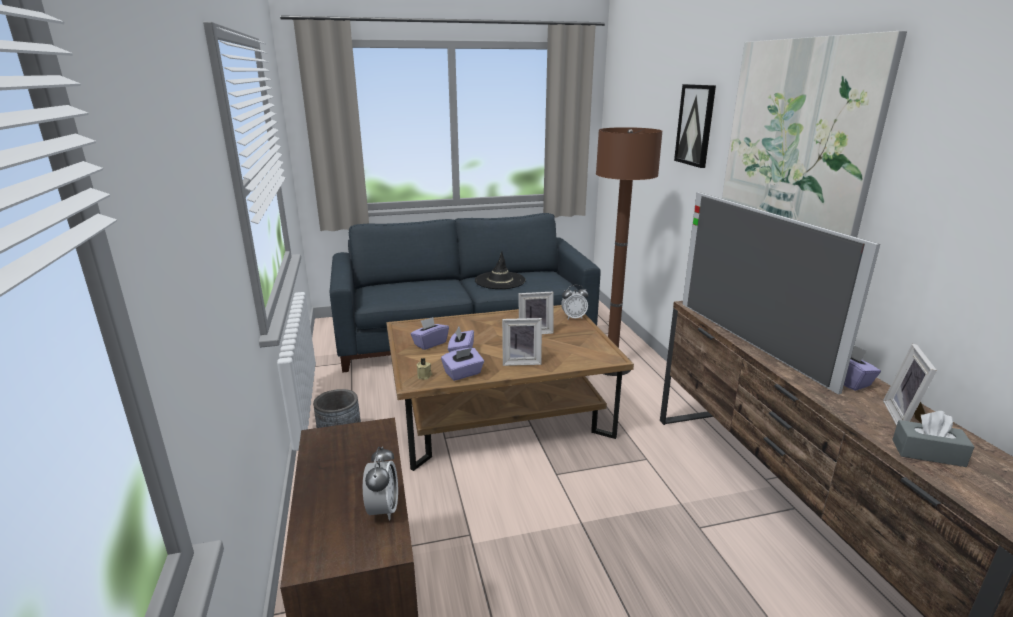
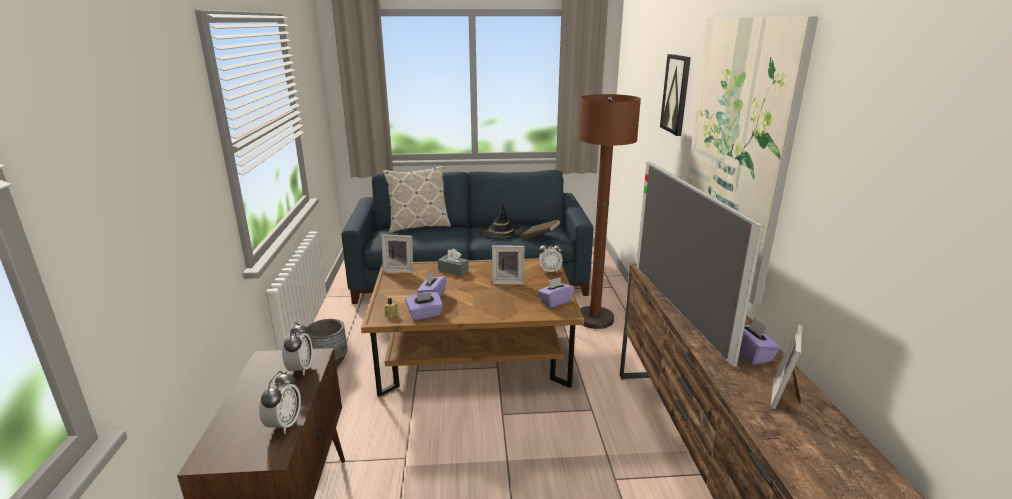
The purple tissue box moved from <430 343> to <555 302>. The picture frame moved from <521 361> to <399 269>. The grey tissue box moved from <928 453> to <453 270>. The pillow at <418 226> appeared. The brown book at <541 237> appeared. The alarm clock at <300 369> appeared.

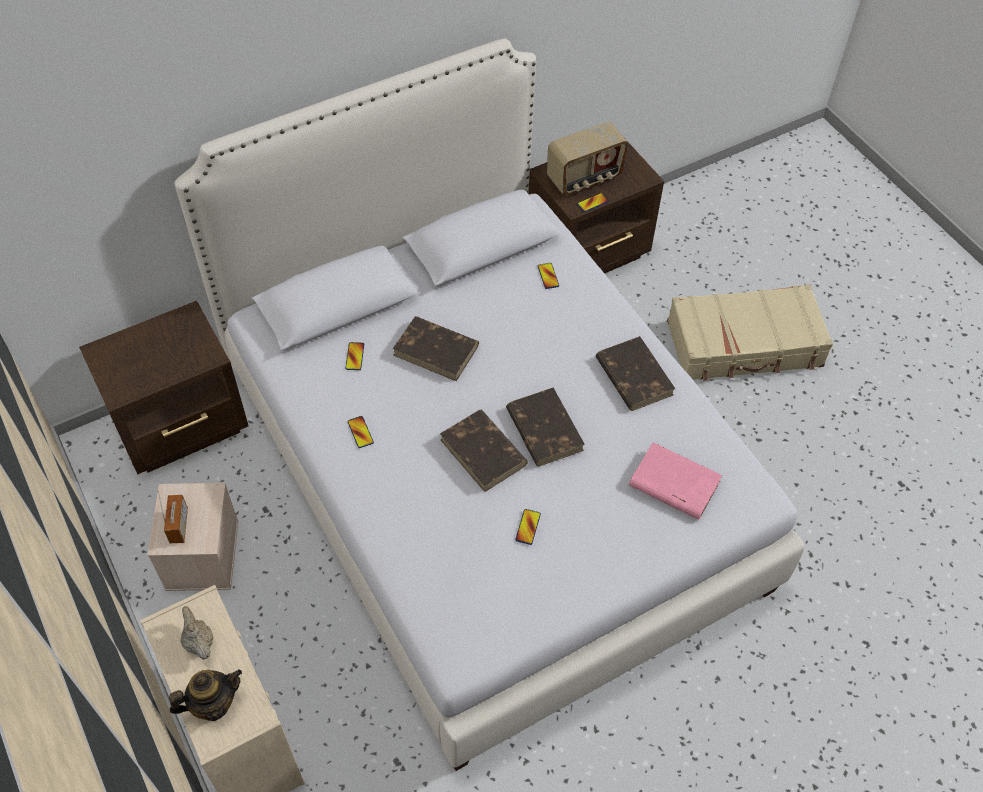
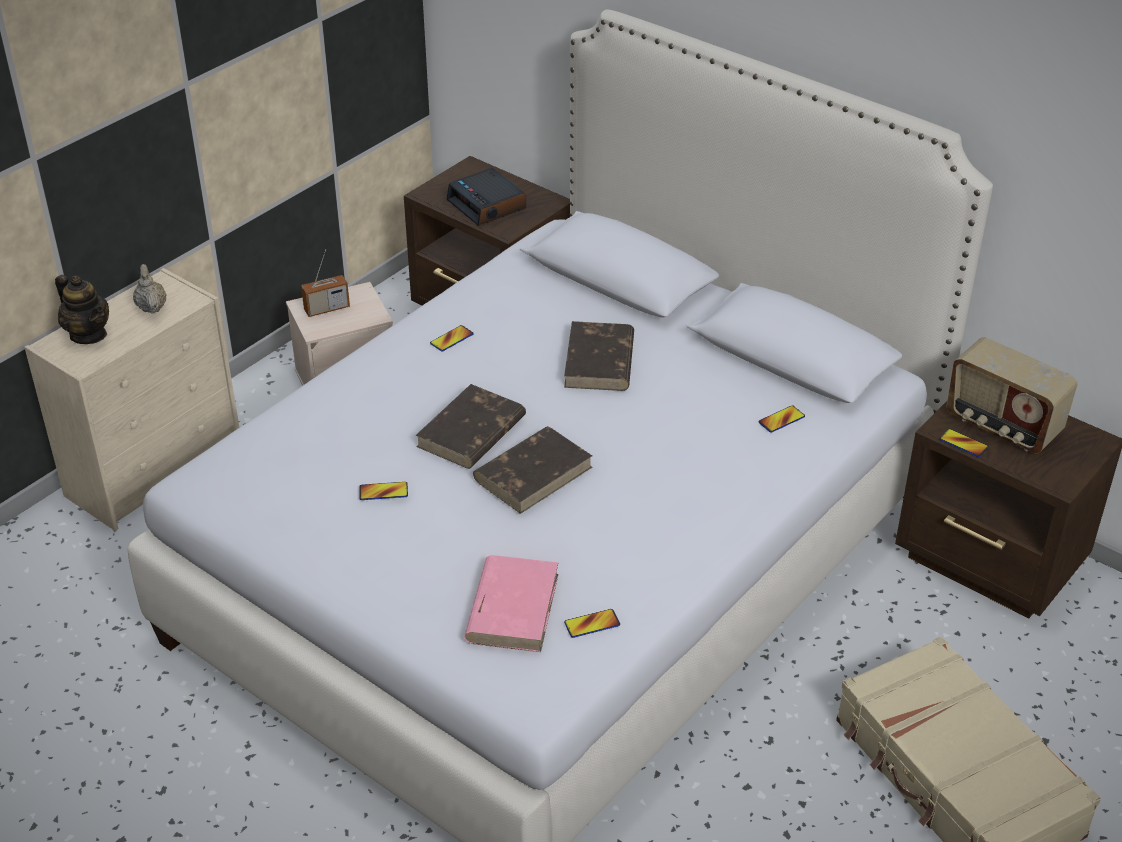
The brown book at <633 376> disappeared. The phone moved from <355 356> to <592 624>. The beige teapot at <198 642> turned 60 degrees counterclockwise. The alarm clock at <487 205> appeared.

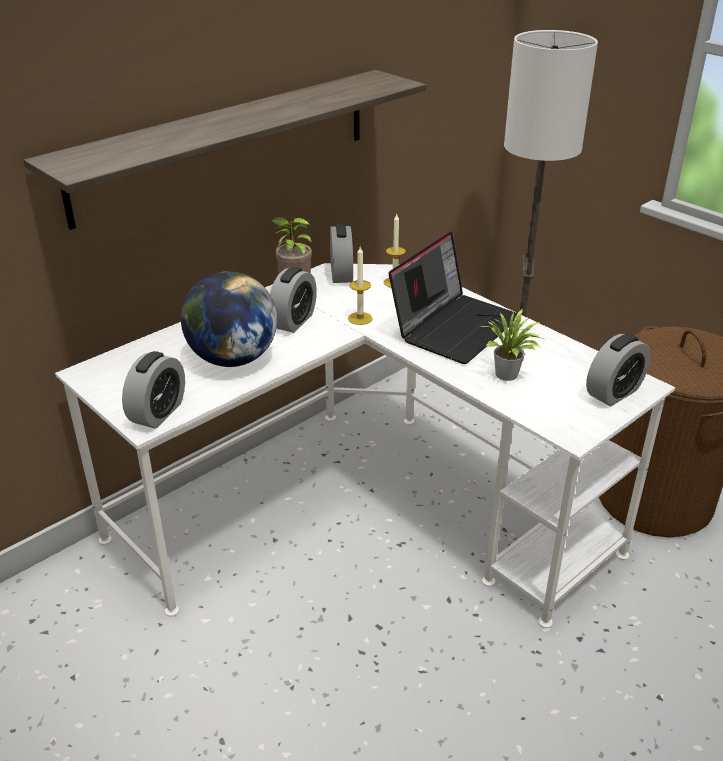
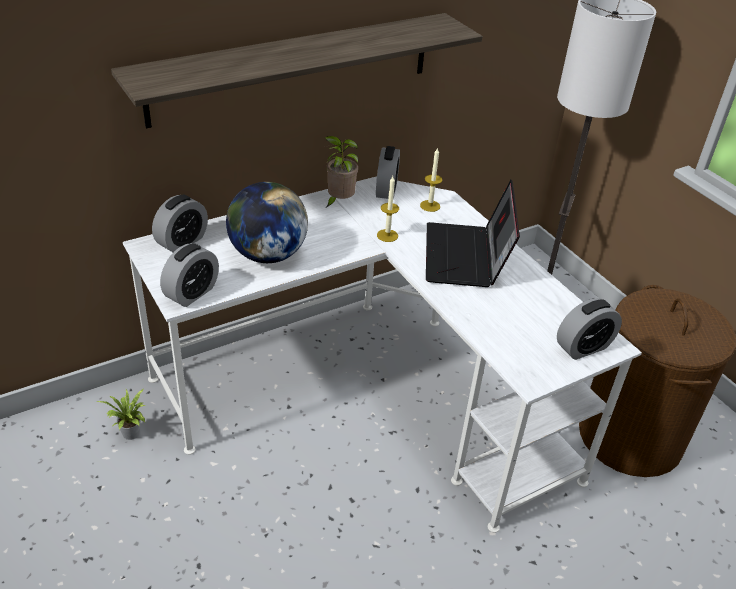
The laptop at <454 326> turned 135 degrees clockwise. The alarm clock moved from <293 321> to <182 242>. The potted plant moved from <508 376> to <131 435>.

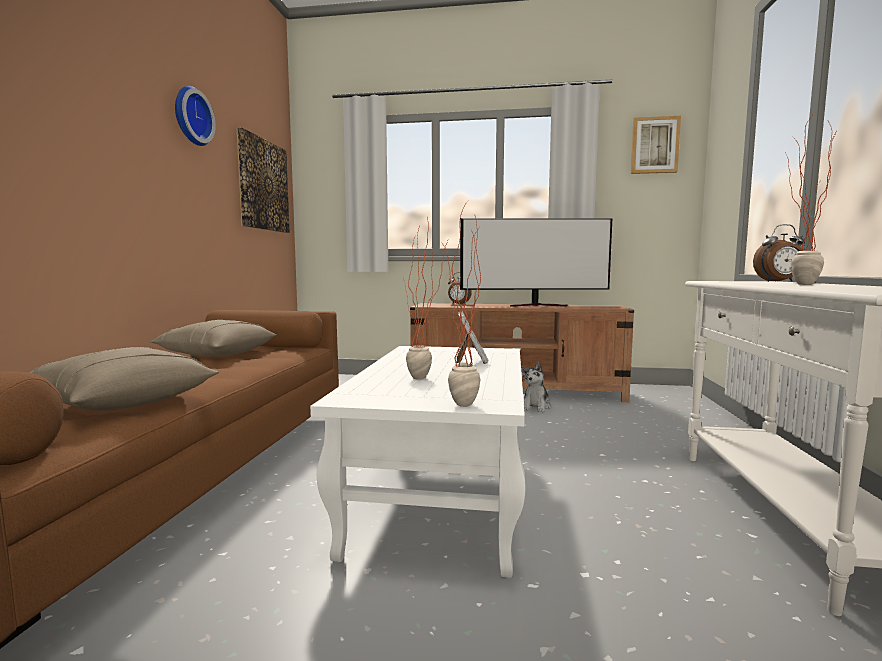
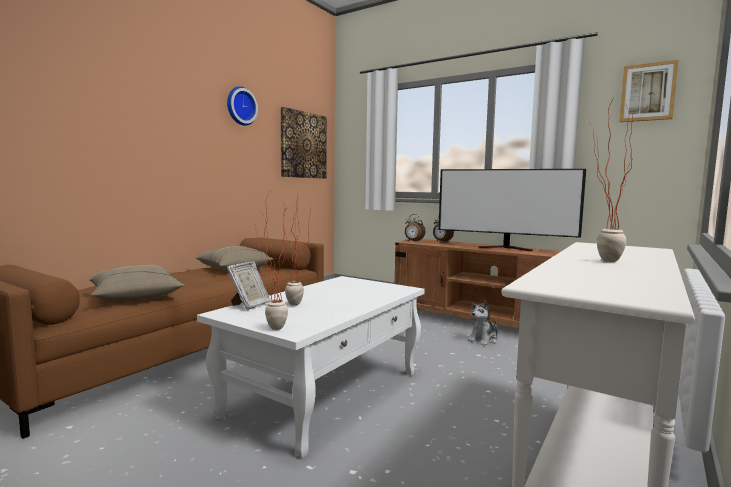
The alarm clock moved from <779 281> to <413 241>. The picture frame moved from <472 361> to <249 305>.

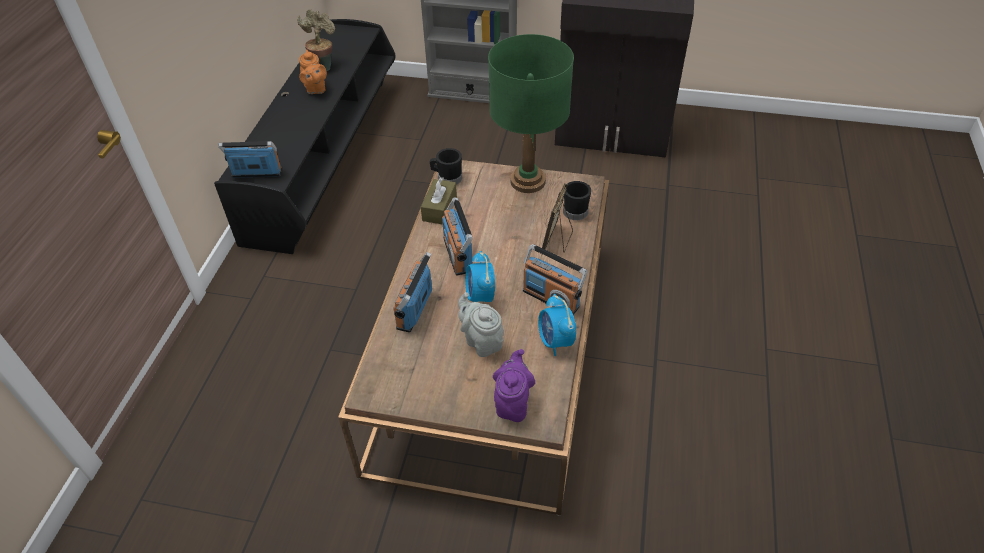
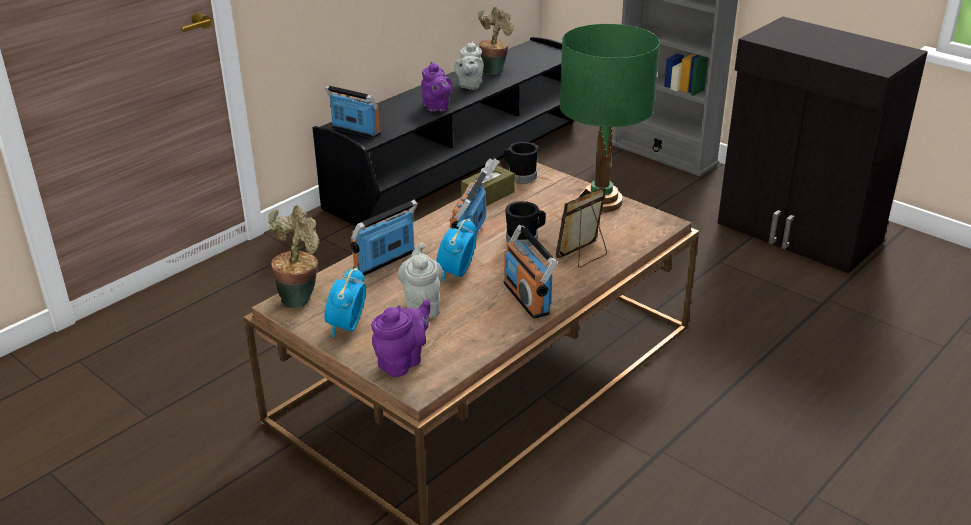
The orange teapot at <315 89> became the grey teapot at <470 85>. The black mug moved from <577 210> to <525 239>. The alarm clock moved from <555 341> to <347 327>. The purple teapot at <436 108> appeared. The potted plant at <300 298> appeared.

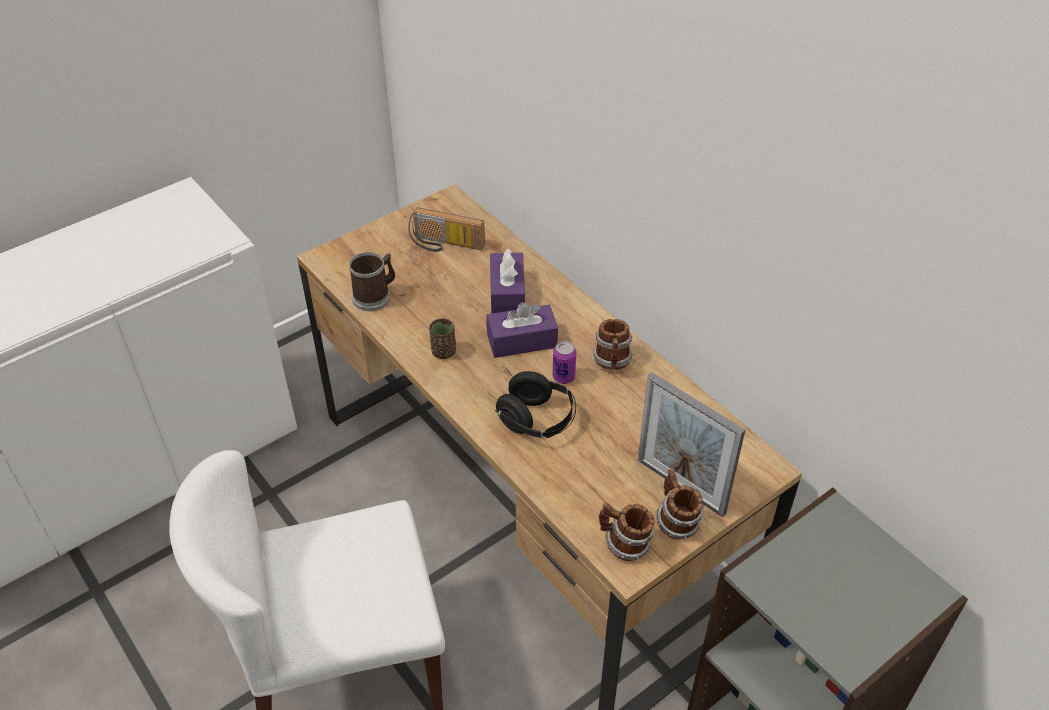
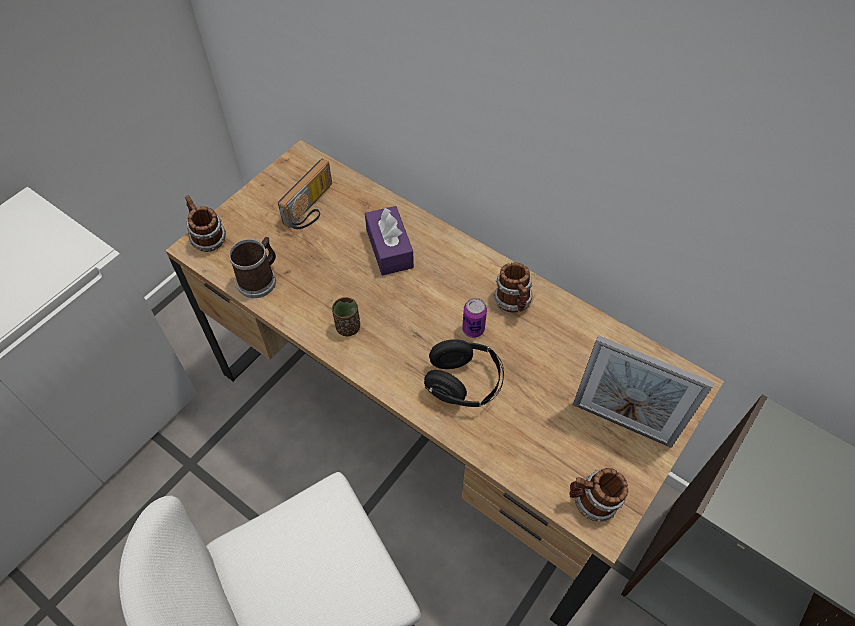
The radio at <445 245> turned 60 degrees counterclockwise. The purple tissue box at <522 341> disappeared. The mug moved from <675 522> to <207 239>.

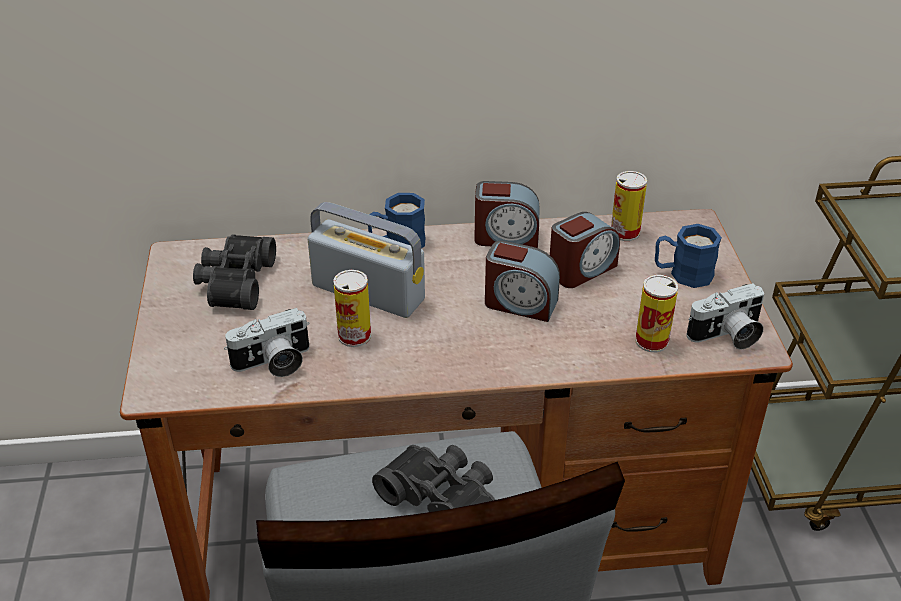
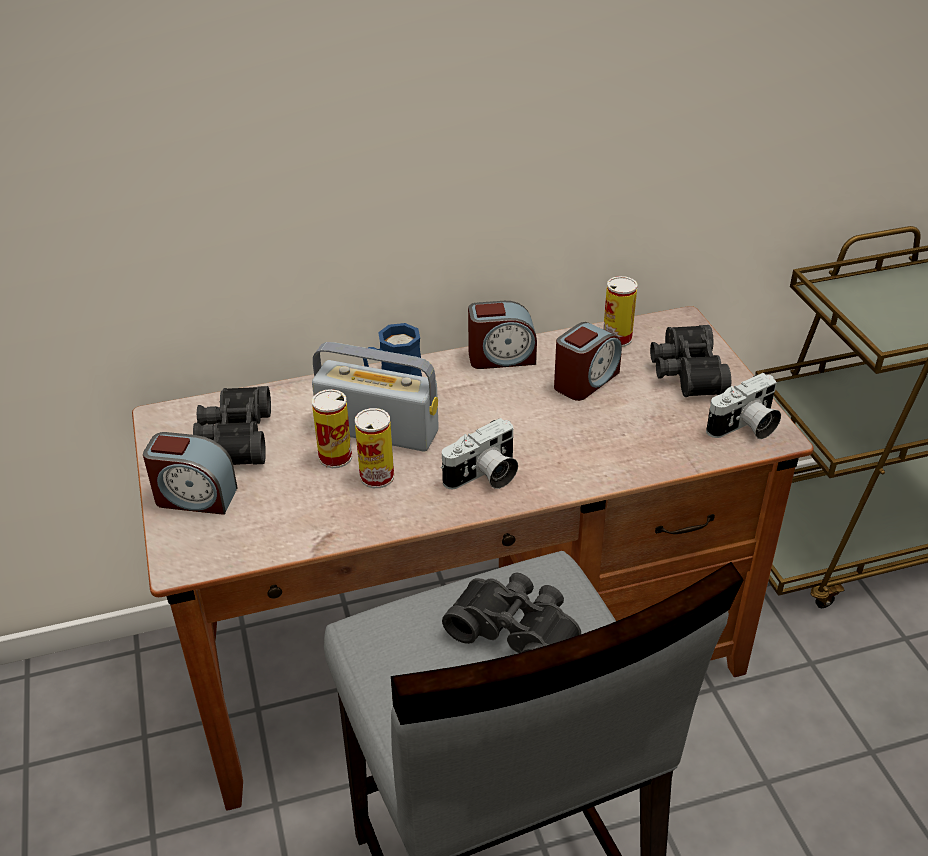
The blue mug at <682 274> was replaced by the black binoculars at <684 372>. The alarm clock moved from <520 303> to <195 497>. The can moved from <651 341> to <335 457>. The photo camera moved from <273 363> to <484 476>.

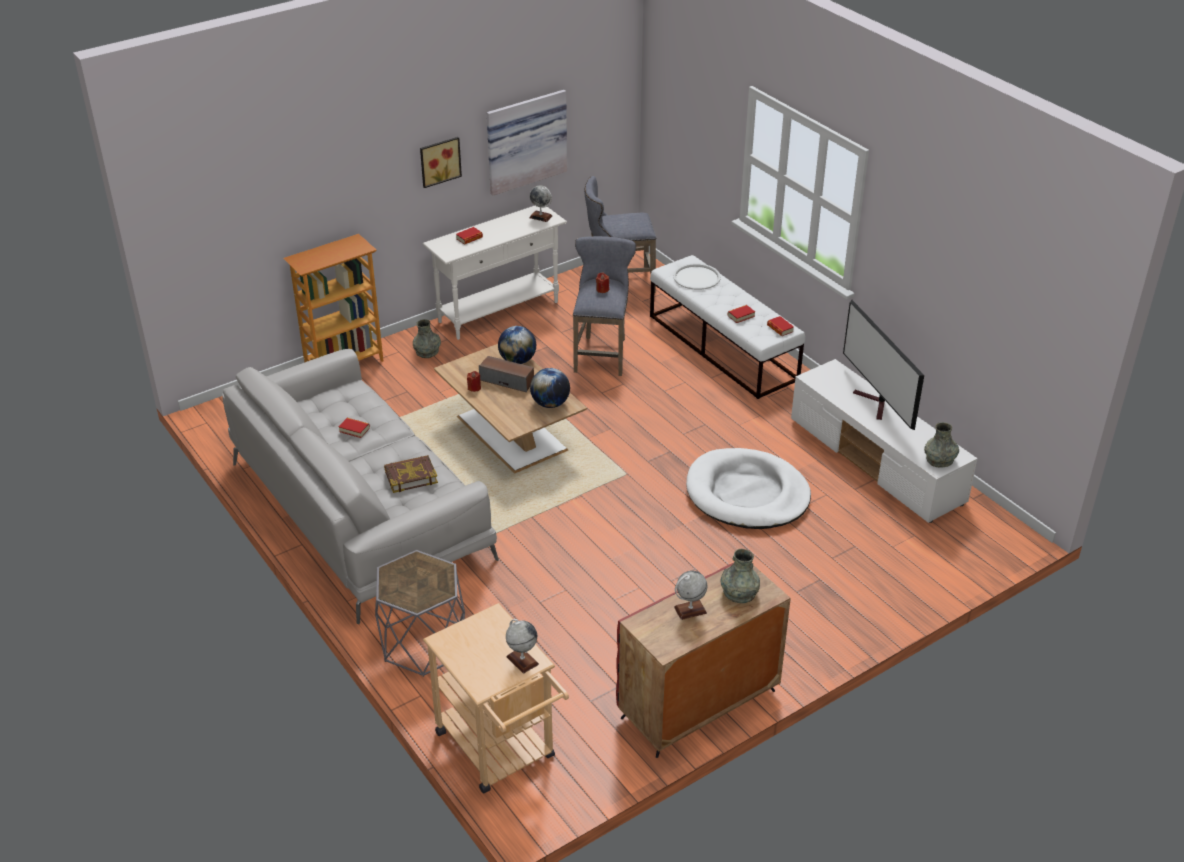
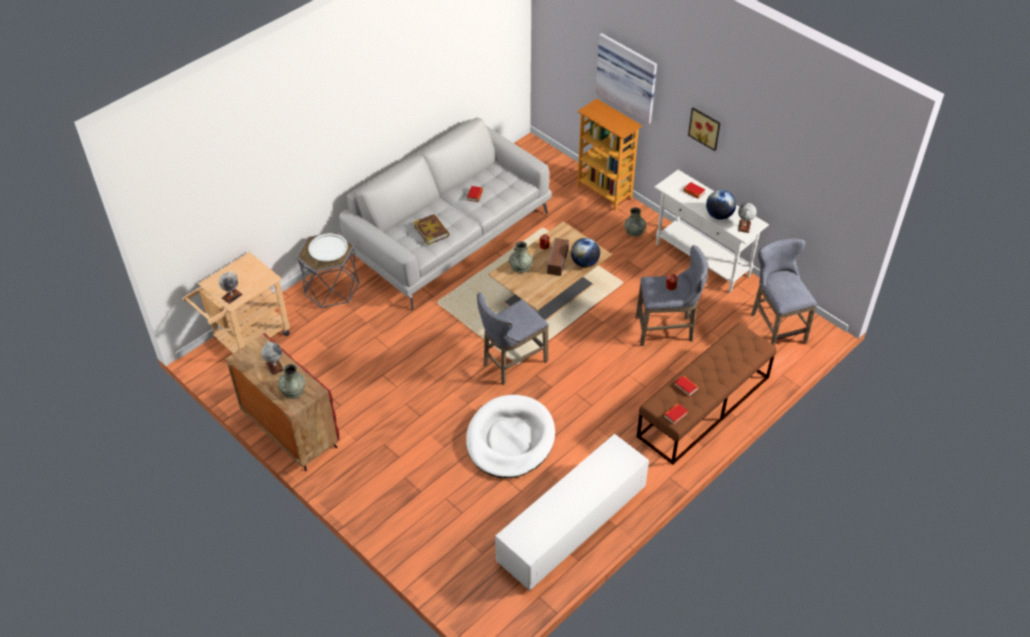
The picture moved from <525 140> to <628 77>. The white bench at <723 347> became the brown bench at <703 407>. The white tray moved from <696 277> to <328 248>. The television at <876 404> disappeared. The globe moved from <550 404> to <719 215>. The grey vase moved from <939 459> to <521 266>. The grey stool at <511 364> appeared.

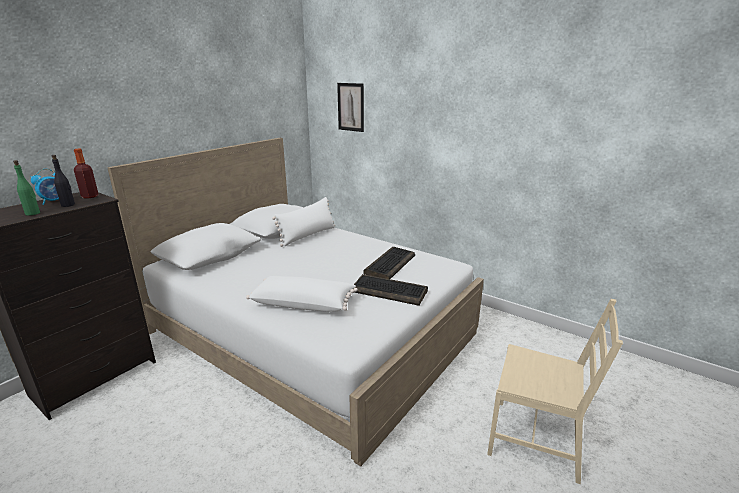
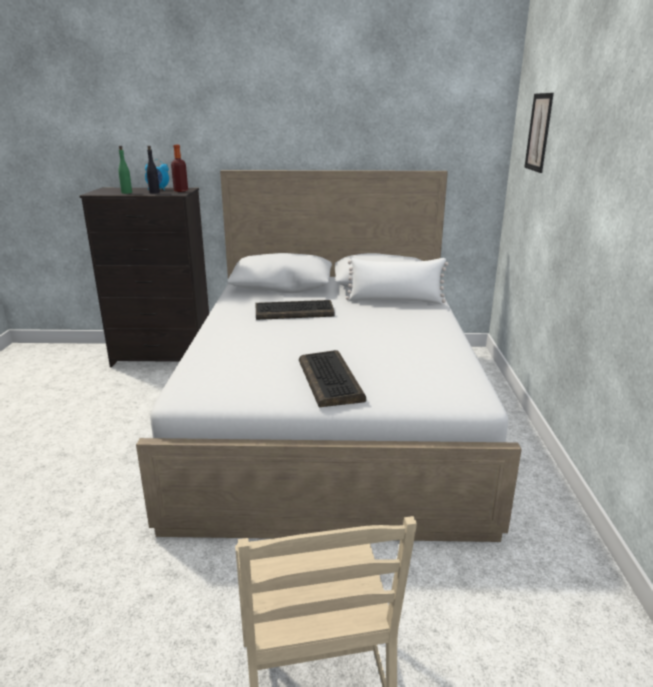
The keyboard moved from <390 264> to <295 312>. The white pillow at <304 303> disappeared.

